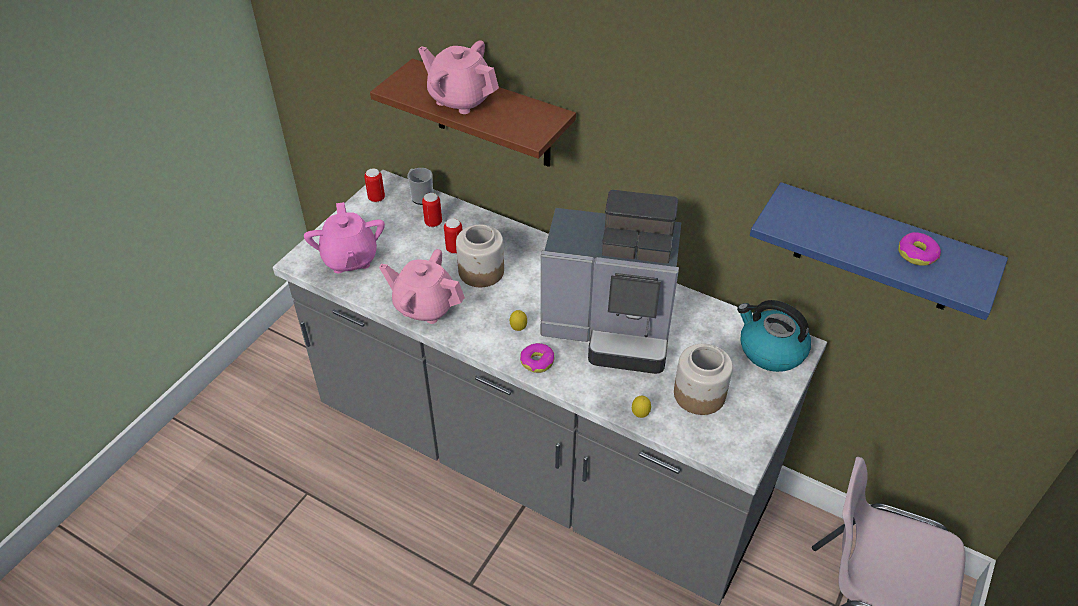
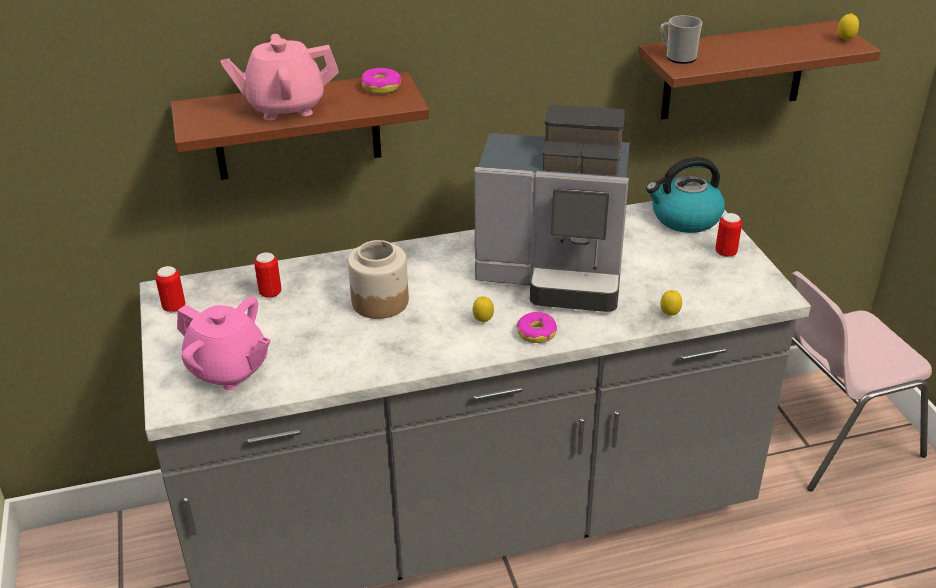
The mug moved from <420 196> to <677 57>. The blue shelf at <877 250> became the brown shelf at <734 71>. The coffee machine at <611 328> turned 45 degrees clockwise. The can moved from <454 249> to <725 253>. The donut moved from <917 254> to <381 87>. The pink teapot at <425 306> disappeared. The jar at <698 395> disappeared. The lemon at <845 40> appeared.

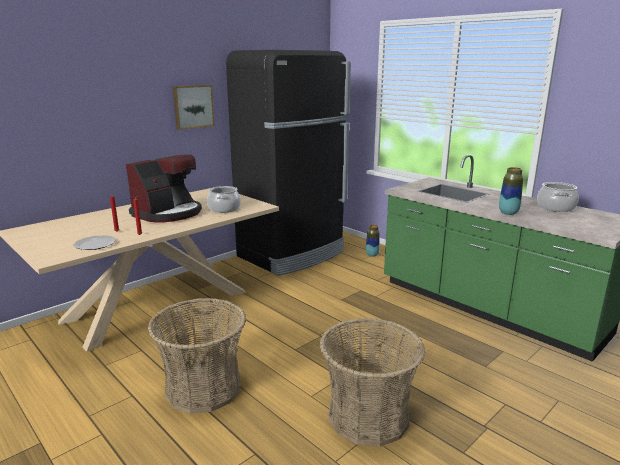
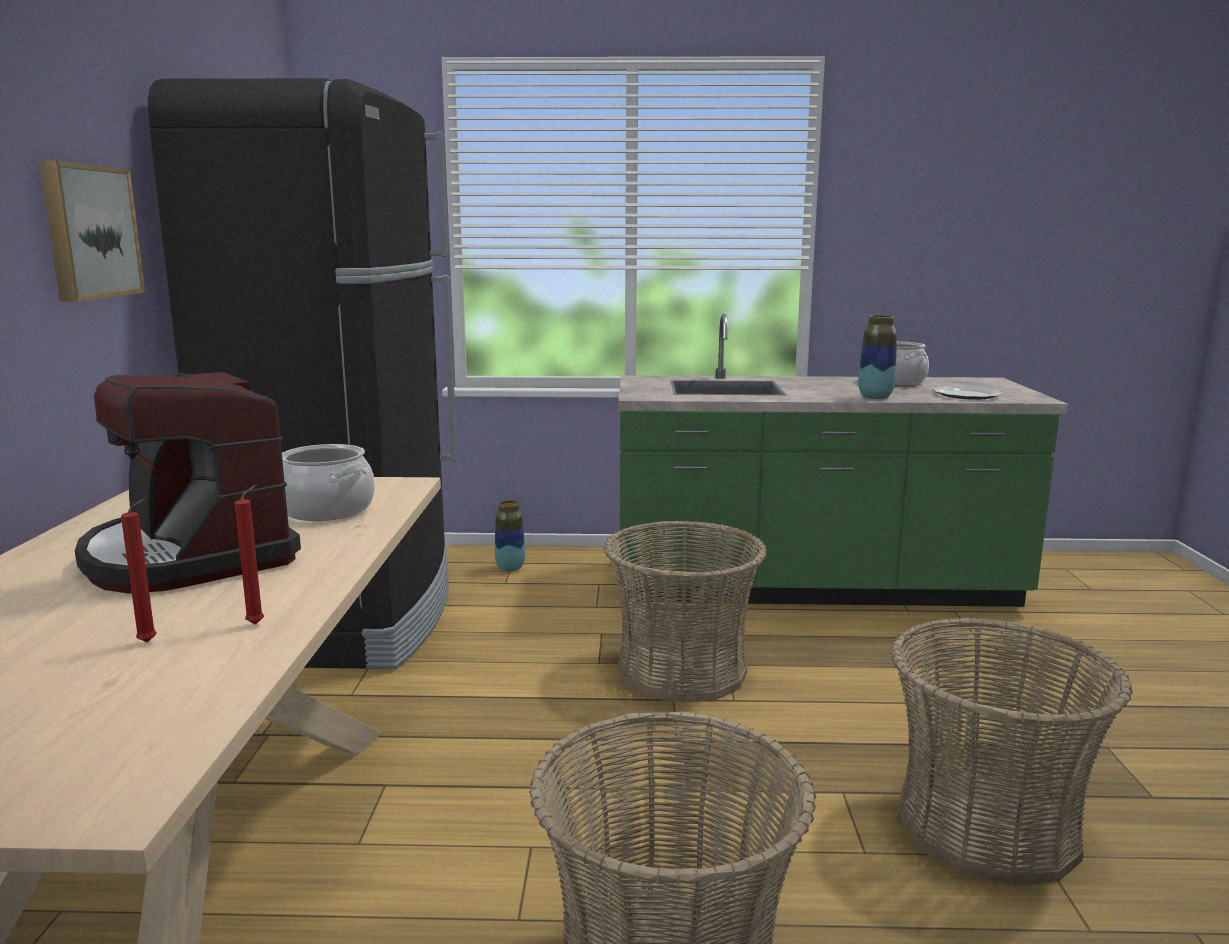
The coffee machine at <168 213> turned 150 degrees clockwise. The plate moved from <96 244> to <967 395>. The basket at <682 671> appeared.

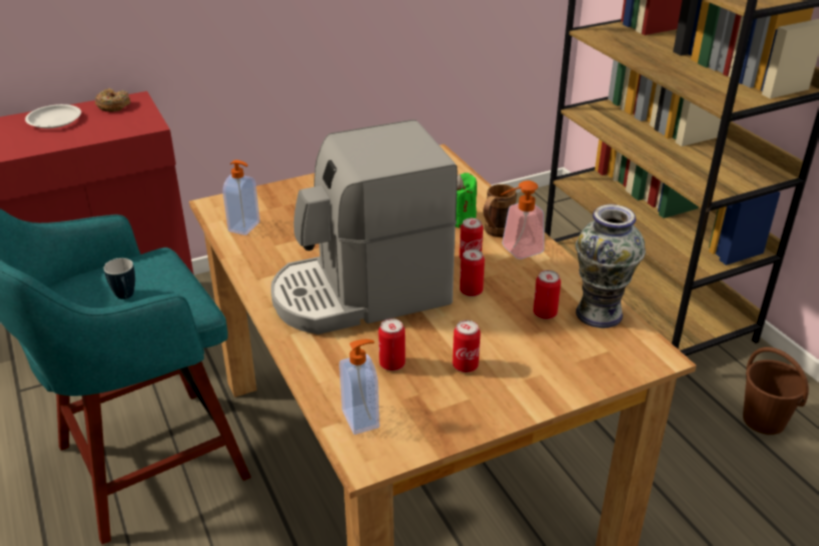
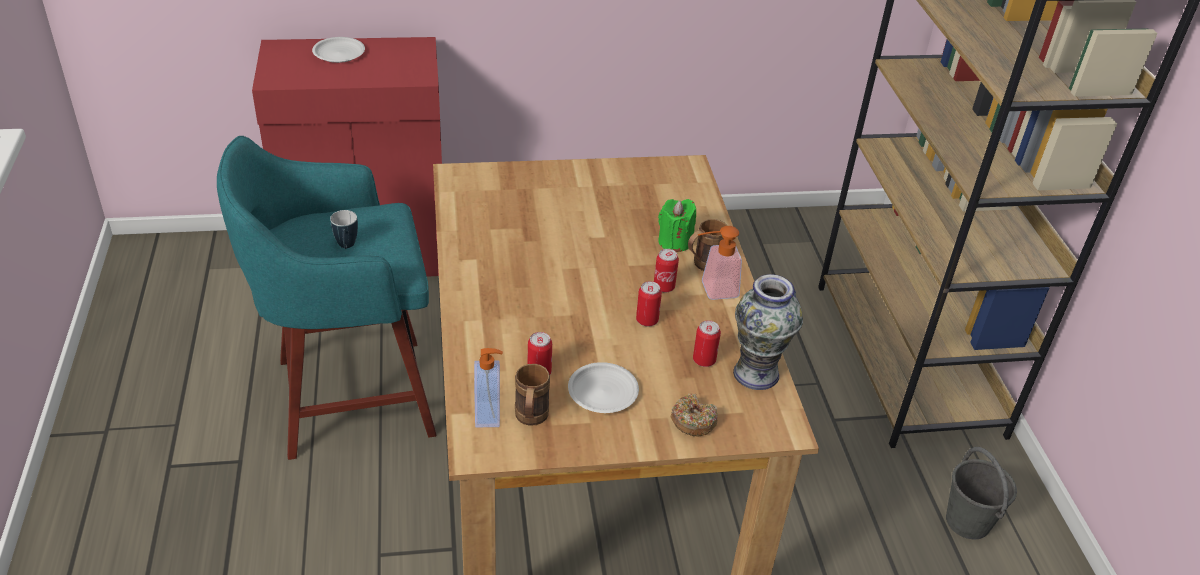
The donut moved from <113 106> to <693 421>. The coffee machine at <361 294> disappeared. The soap dispenser at <245 227> disappeared. The can at <465 366> was replaced by the white plate at <603 391>. The brown bucket at <764 420> became the grey bucket at <968 522>. The brown mug at <530 420> appeared.

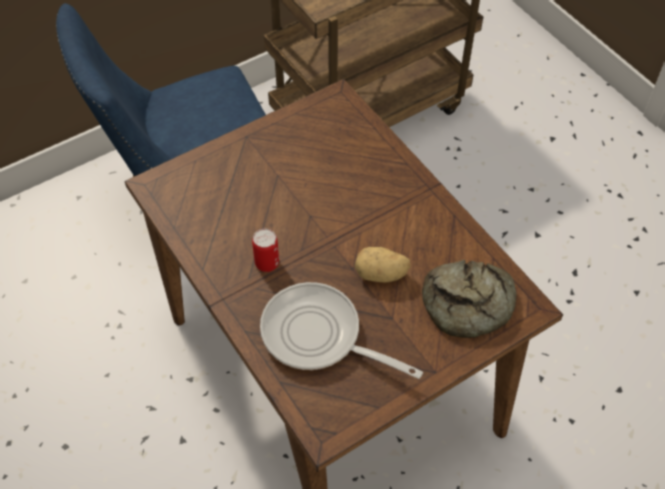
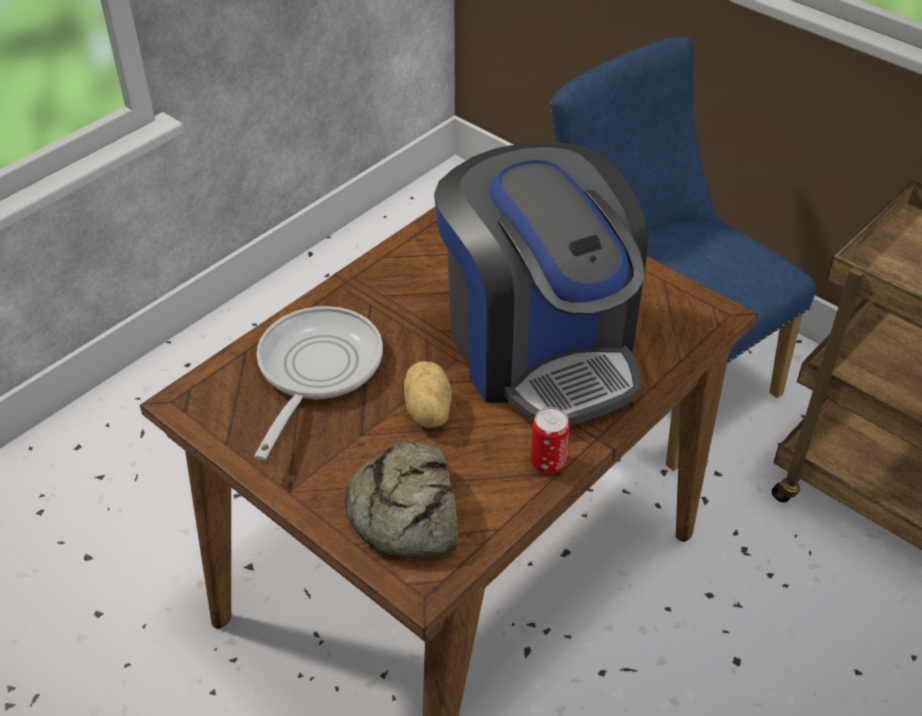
The can moved from <267 263> to <548 463>. The coffee machine at <540 347> appeared.

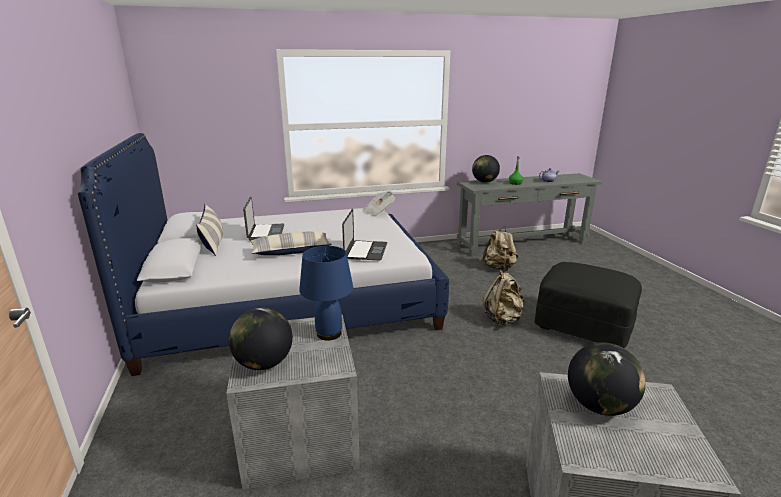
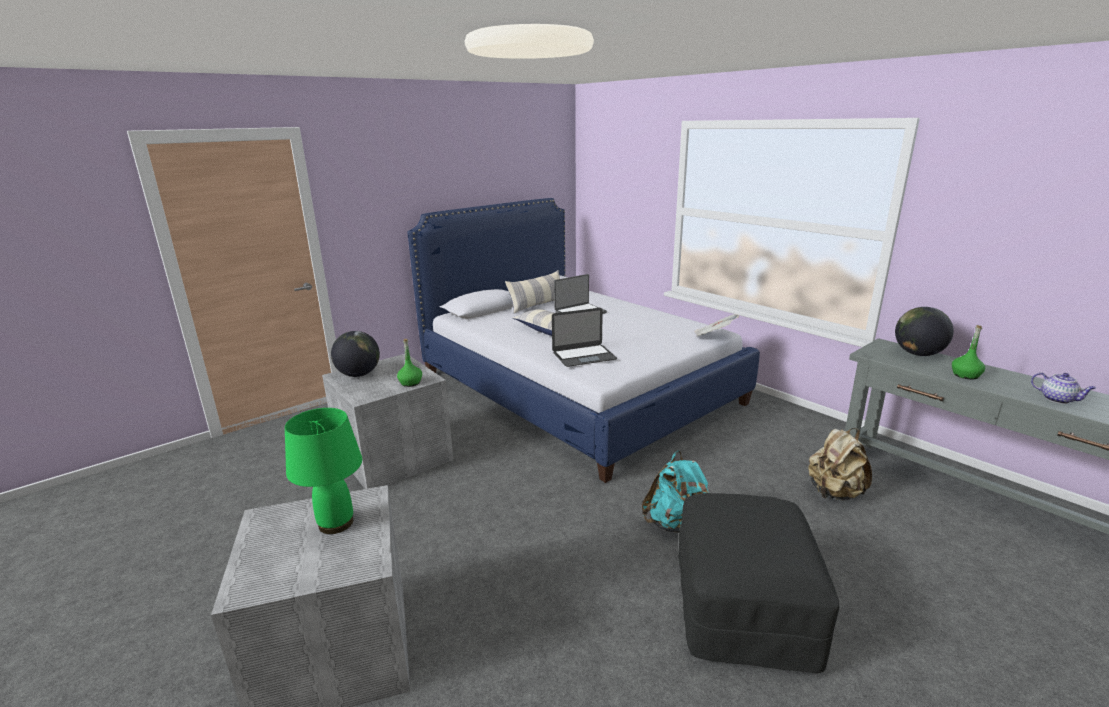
The blue table lamp at <329 333> was replaced by the green bottle at <410 383>. The beige backpack at <503 319> became the turquoise backpack at <677 524>. The globe at <599 406> was replaced by the green table lamp at <336 524>.

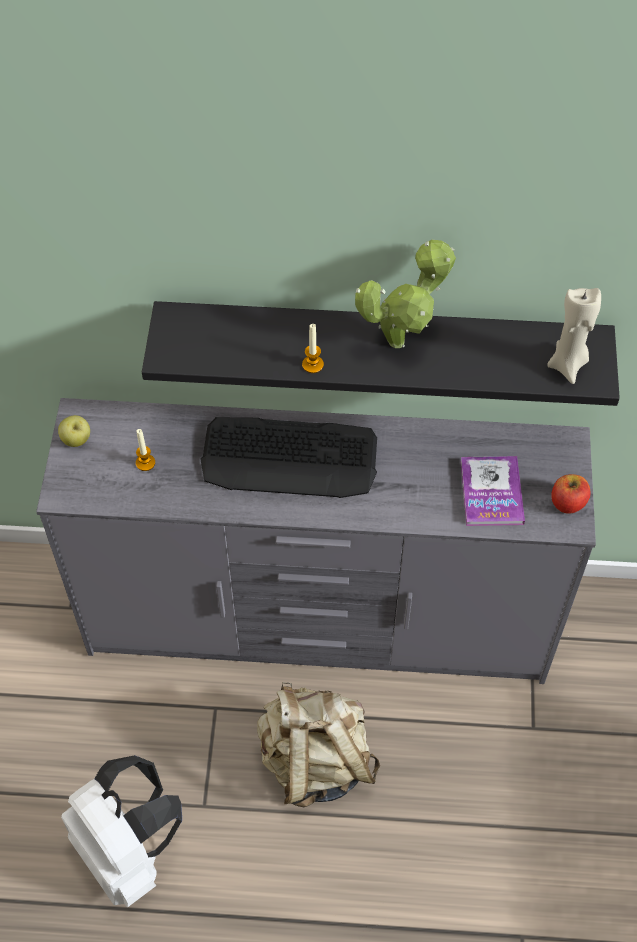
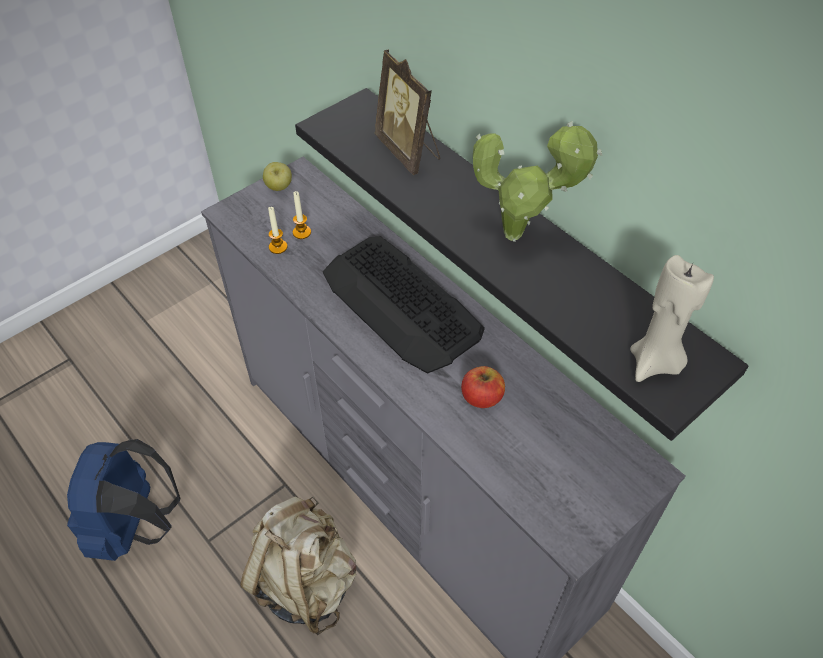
The candle moved from <312 364> to <278 247>. The book at <491 492> disappeared. The apple moved from <567 502> to <481 397>. The white backpack at <128 852> became the blue backpack at <136 526>. The picture frame at <409 151> appeared.

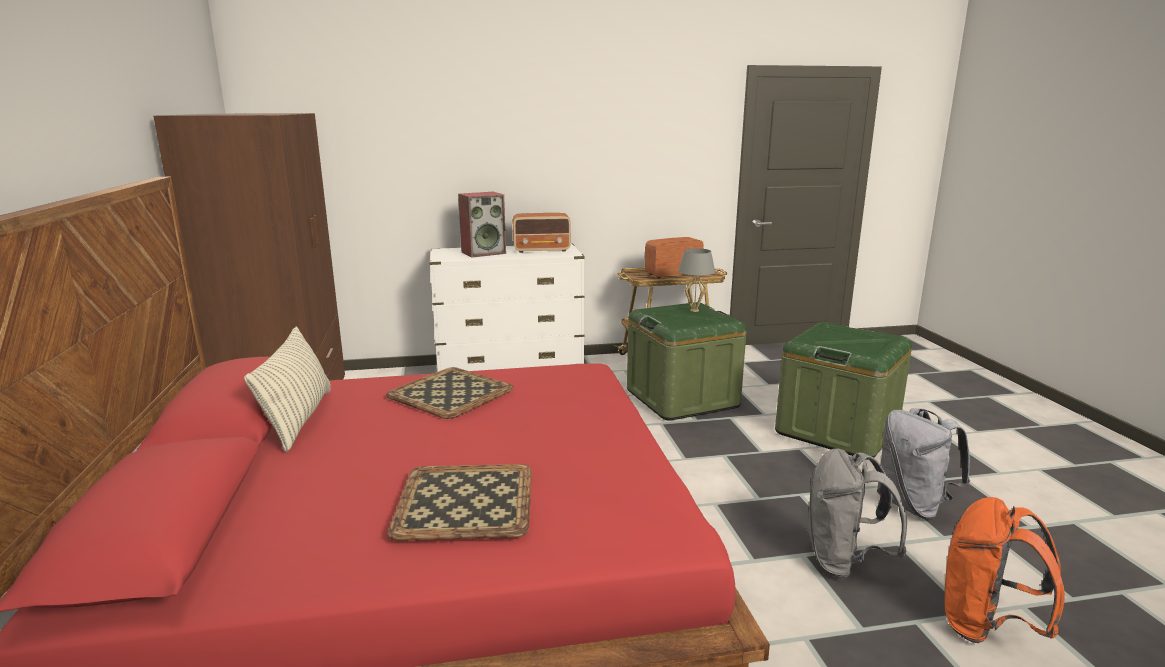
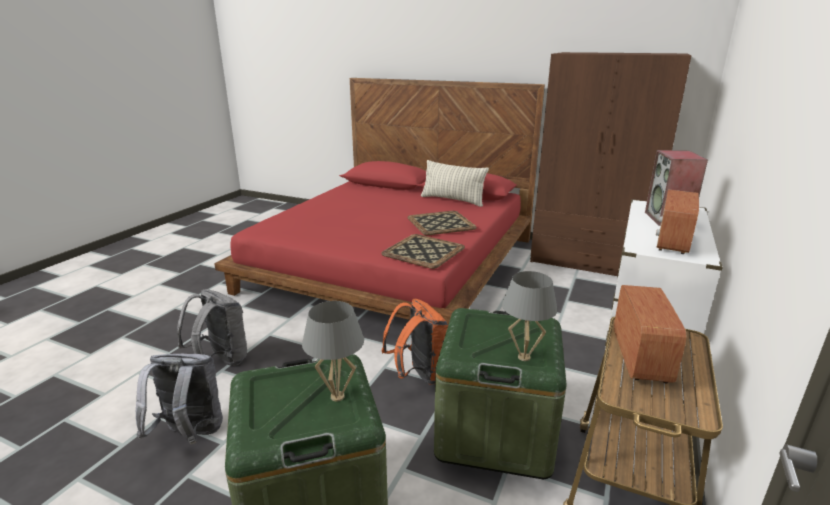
The tray moved from <463 502> to <423 251>. The orange backpack moved from <985 626> to <418 375>. The grey table lamp at <337 396> appeared.

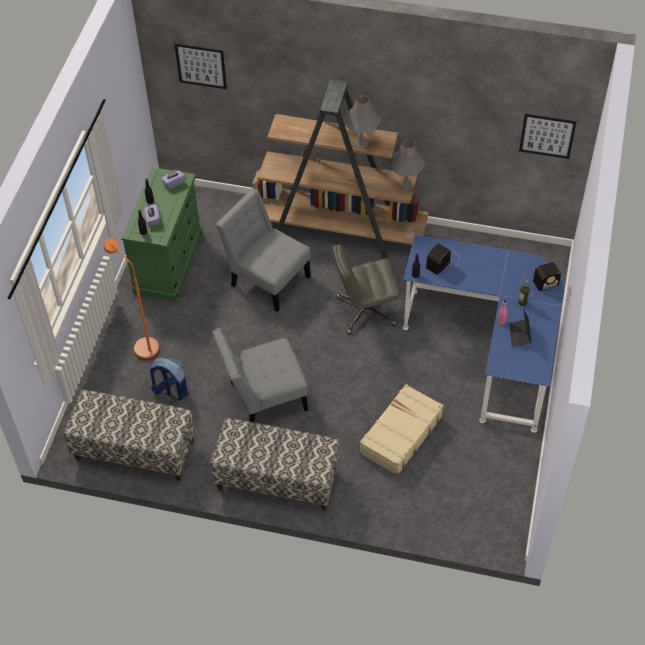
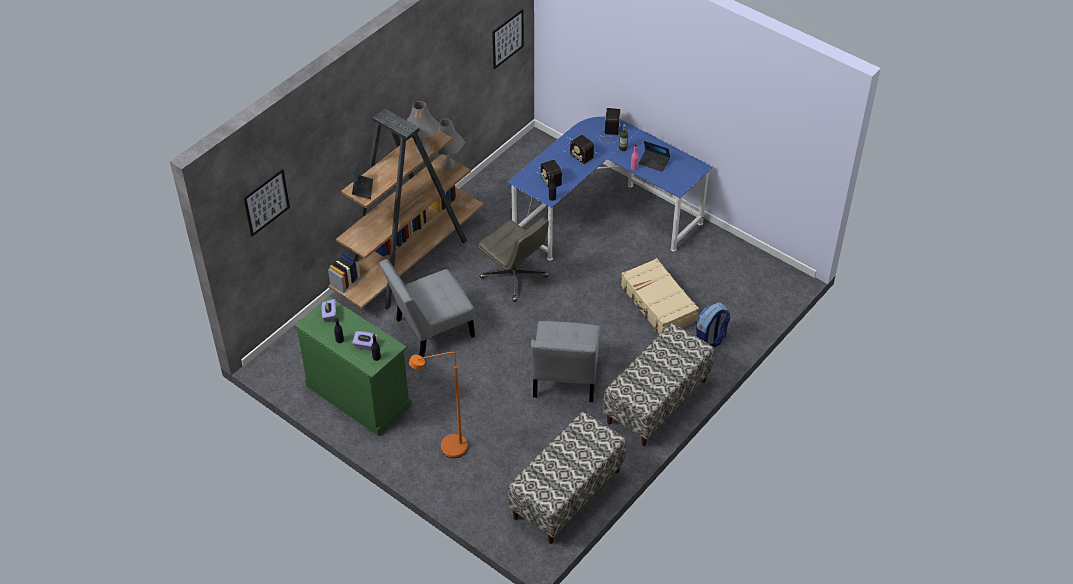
The grey office chair at <365 311> turned 60 degrees counterclockwise. The backpack moved from <170 391> to <710 340>. The radio at <577 152> appeared. The laptop at <362 189> appeared.

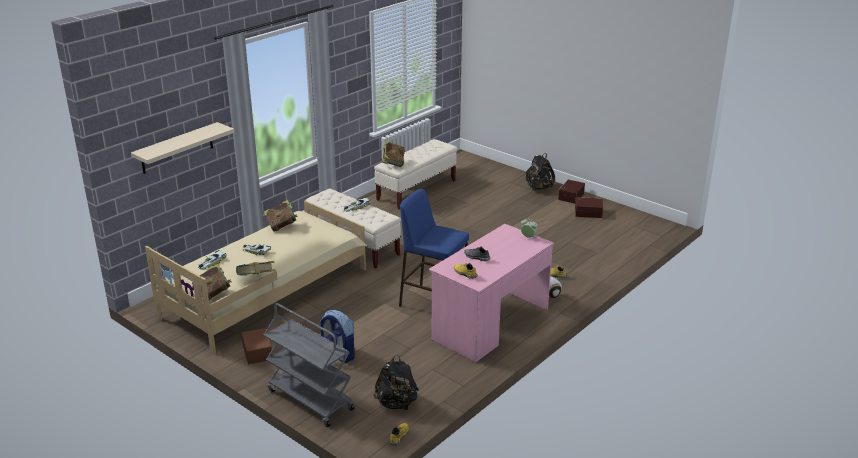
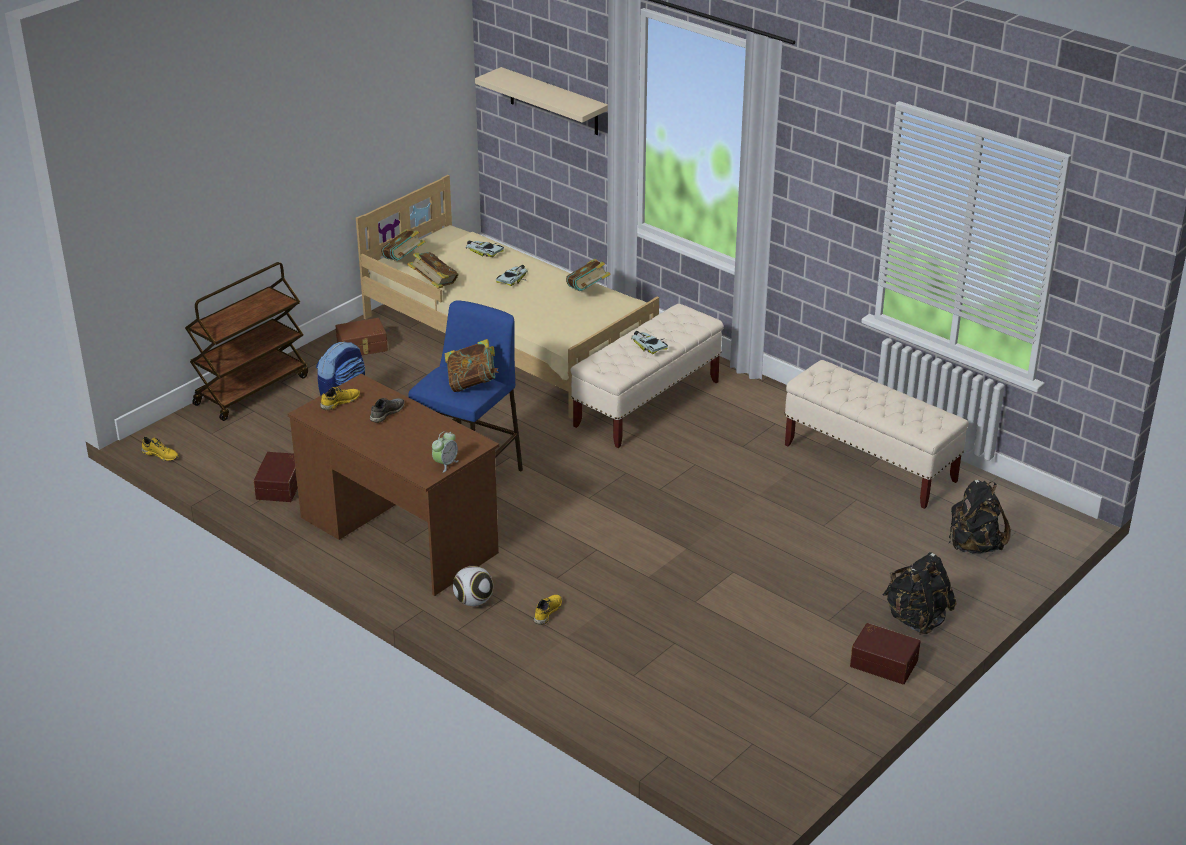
The book moved from <393 163> to <472 384>. The brown storage box moved from <588 212> to <281 486>. The pink desk at <490 324> became the brown desk at <398 535>. The grey cart at <309 400> became the brown cart at <252 389>. The black backpack moved from <397 403> to <973 546>.

